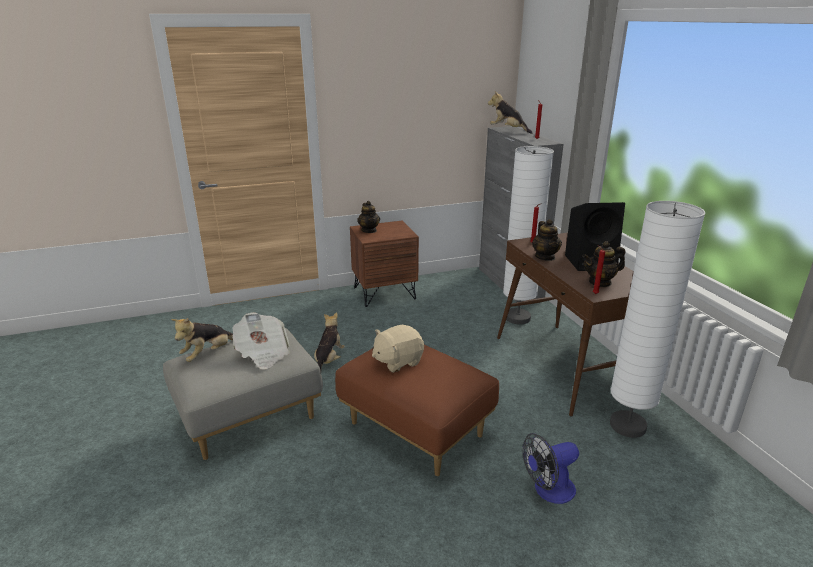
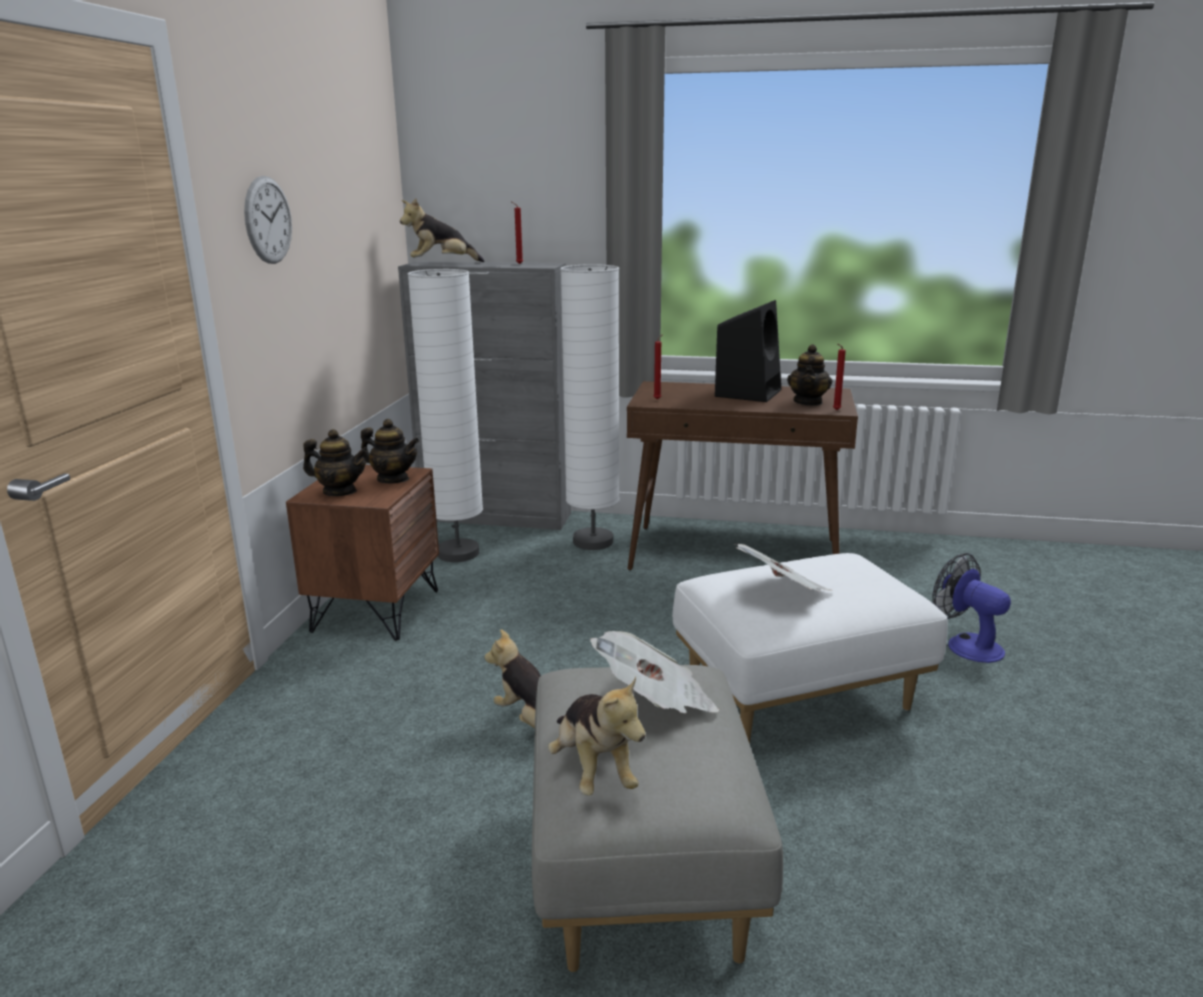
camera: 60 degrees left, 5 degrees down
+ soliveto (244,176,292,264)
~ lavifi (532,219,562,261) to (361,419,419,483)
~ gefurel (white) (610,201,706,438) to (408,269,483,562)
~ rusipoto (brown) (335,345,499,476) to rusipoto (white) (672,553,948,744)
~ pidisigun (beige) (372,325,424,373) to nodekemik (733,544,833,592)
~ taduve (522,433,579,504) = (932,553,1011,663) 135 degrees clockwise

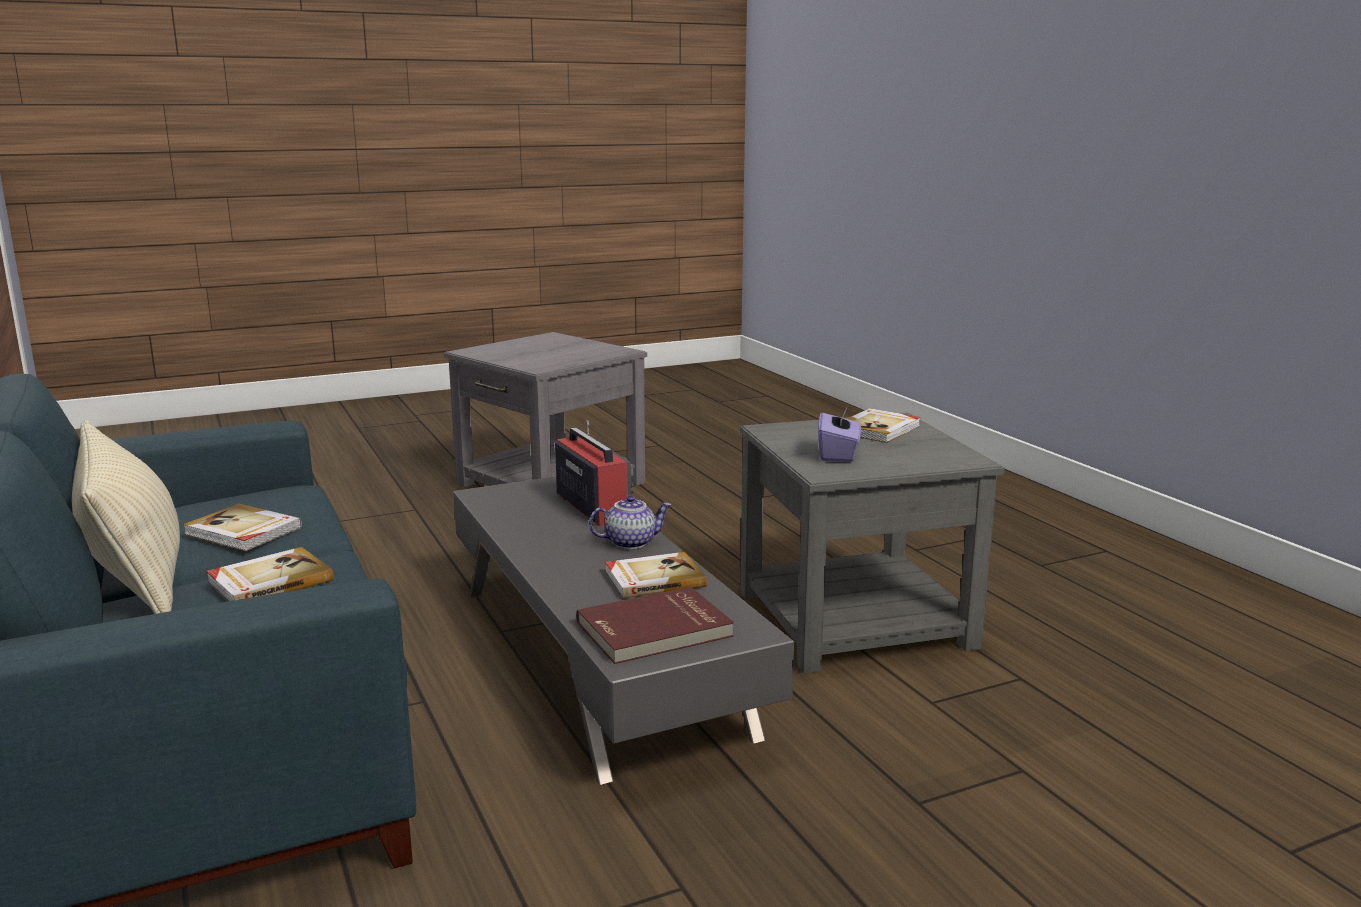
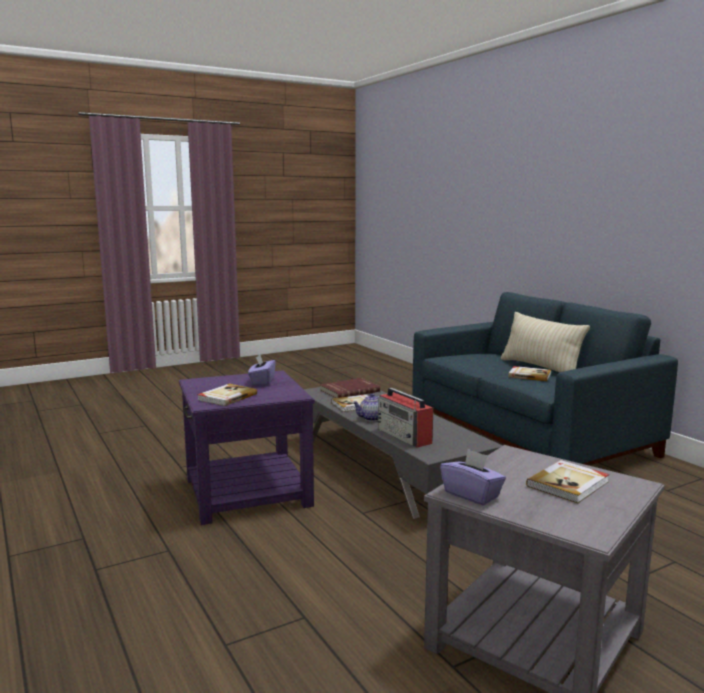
camera: 175 degrees right, 5 degrees down
~ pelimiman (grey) (740,413,1005,674) to pelimiman (purple) (179,370,315,525)
+ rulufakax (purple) (440,449,506,506)
~ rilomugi (206,547,334,601) to (526,460,609,503)

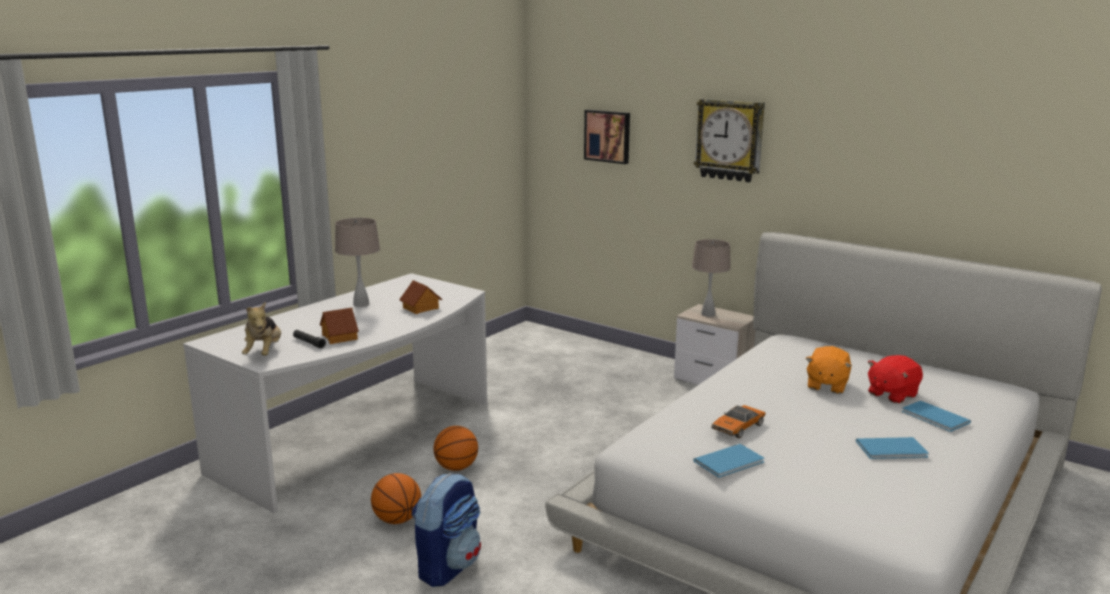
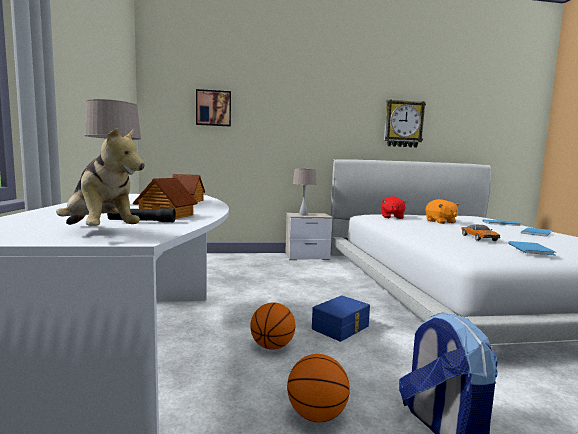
camera: 45 degrees left, 10 degrees down
+ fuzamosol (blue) (312,295,370,342)
~ pidisigun (red) (868,355,923,403) to (381,196,407,219)
~ soliveto (694,99,765,182) to (384,99,426,147)

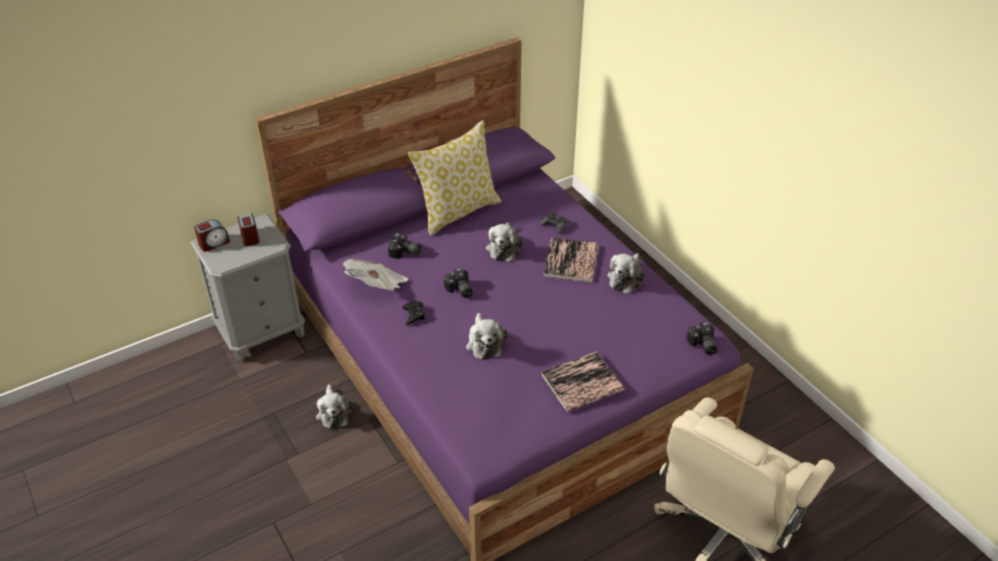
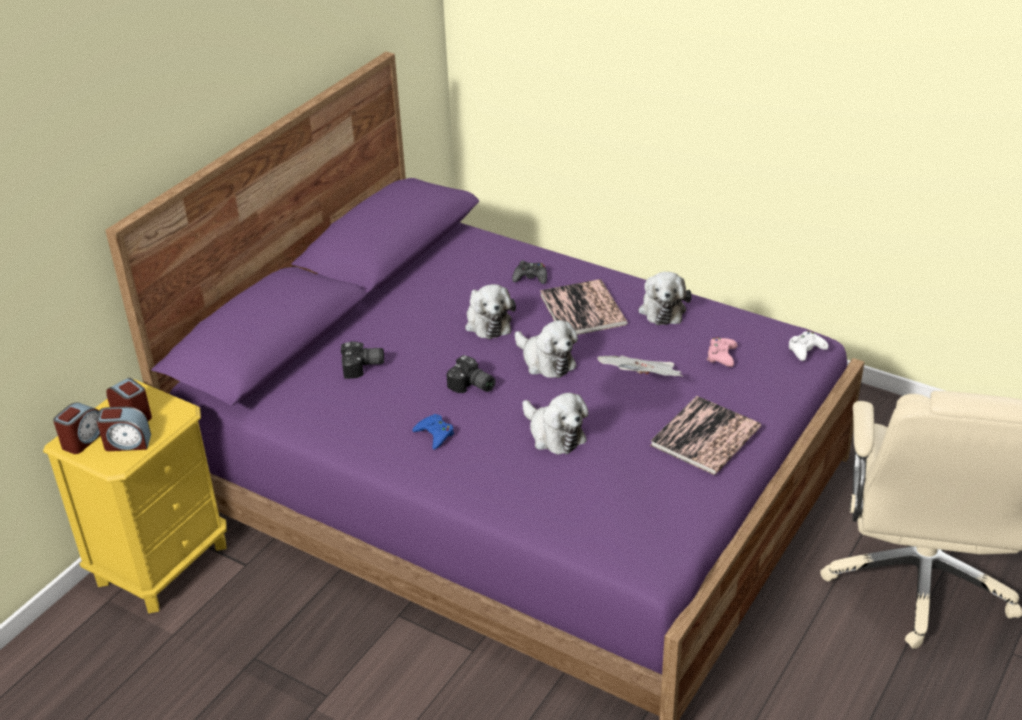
camera: 25 degrees left, 5 degrees down
~ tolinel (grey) (191,214,305,362) to tolinel (yellow) (43,379,227,613)
+ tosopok (96,407,151,451)
~ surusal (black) (402,301,425,325) to surusal (blue) (412,414,454,450)
~ pidisigun (316,384,353,429) to (515,320,578,378)
~ nodekemik (343,259,408,291) to (597,356,682,376)
+ surusal (pink) (707,337,737,367)
~ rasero (686,322,717,355) to surusal (white) (788,331,829,361)
- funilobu (407,120,502,236)

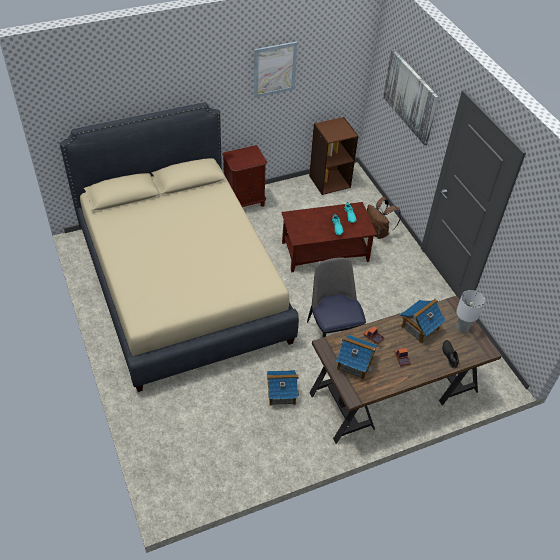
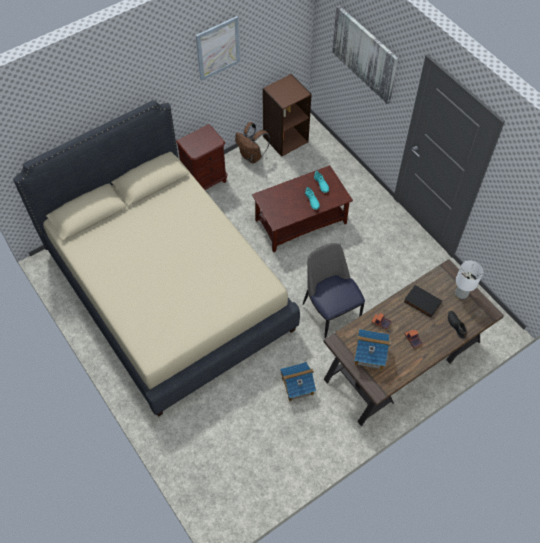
camera: 10 degrees left, 10 degrees up
~ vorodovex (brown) (366,197,401,239) to (235,122,270,163)
~ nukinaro (400,299,446,344) to rilomugi (black) (404,285,442,318)

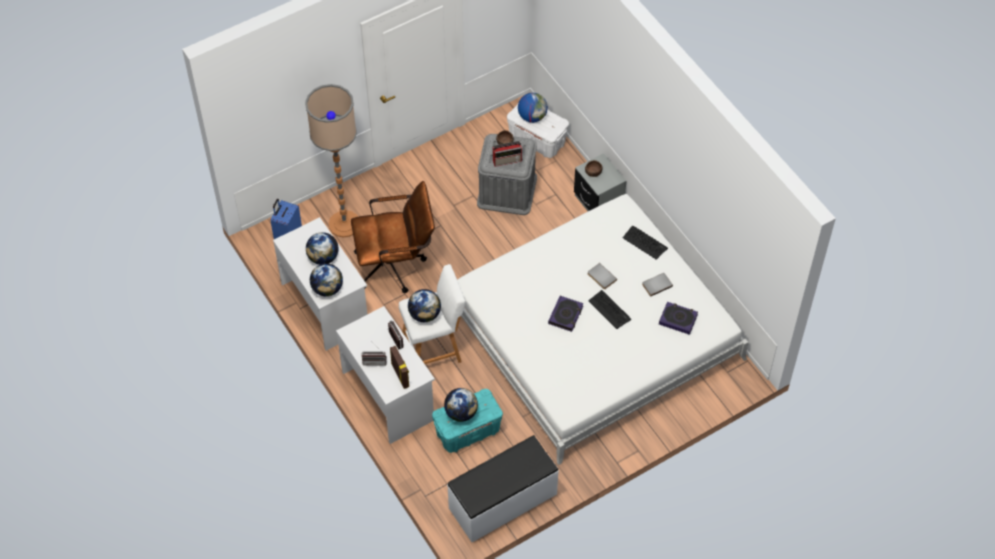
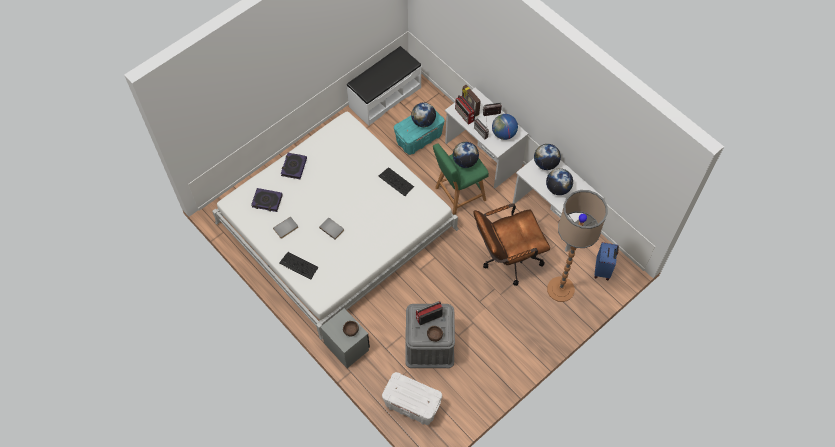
camera: 170 degrees right, 5 degrees up
~ rilomugi (548,296,583,332) to (281,153,307,179)
~ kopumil (588,290,631,329) to (379,167,414,196)
~ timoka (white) (399,264,465,364) to timoka (green) (433,144,489,215)
+ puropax (455,95,476,125)
~ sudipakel (518,93,548,123) to (492,114,518,140)

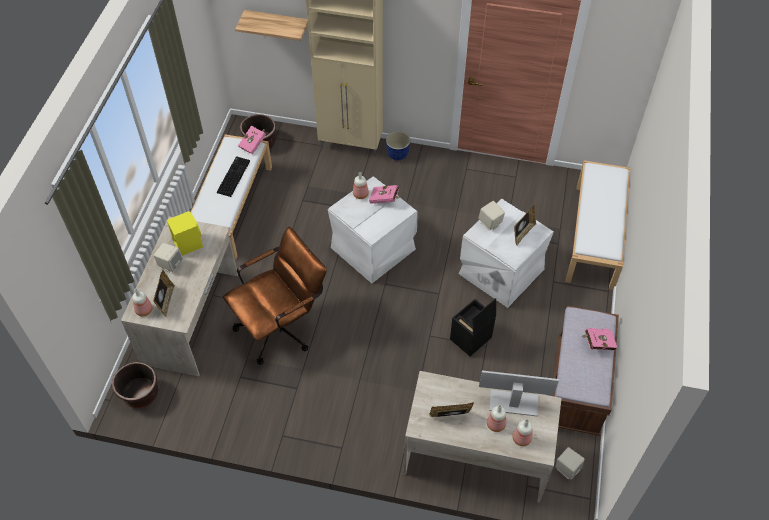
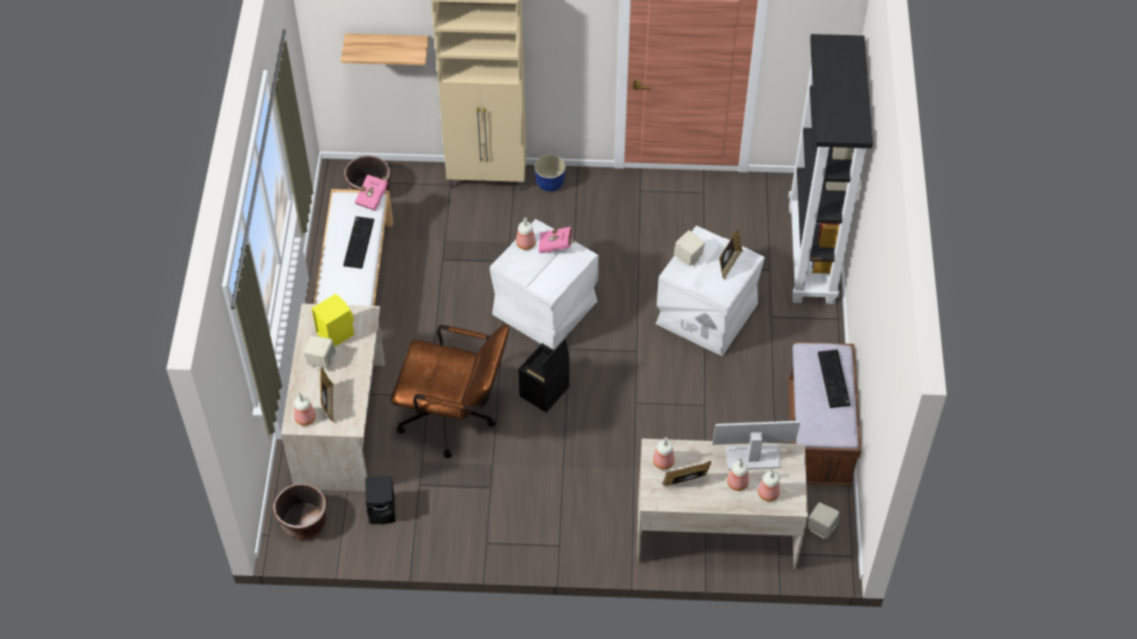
camera: 10 degrees left, 0 degrees up
+ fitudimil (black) (365,476,395,524)
~ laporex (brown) (223,227,327,365) = (391,324,509,458) 60 degrees clockwise
~ fuzamosol (black) (450,298,496,356) to (518,338,569,413)
+ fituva (653,437,675,470)
~ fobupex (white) (565,160,630,290) to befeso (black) (788,34,873,304)
~ rilomugi (pink) (582,328,618,350) to kopumil (818,349,850,408)

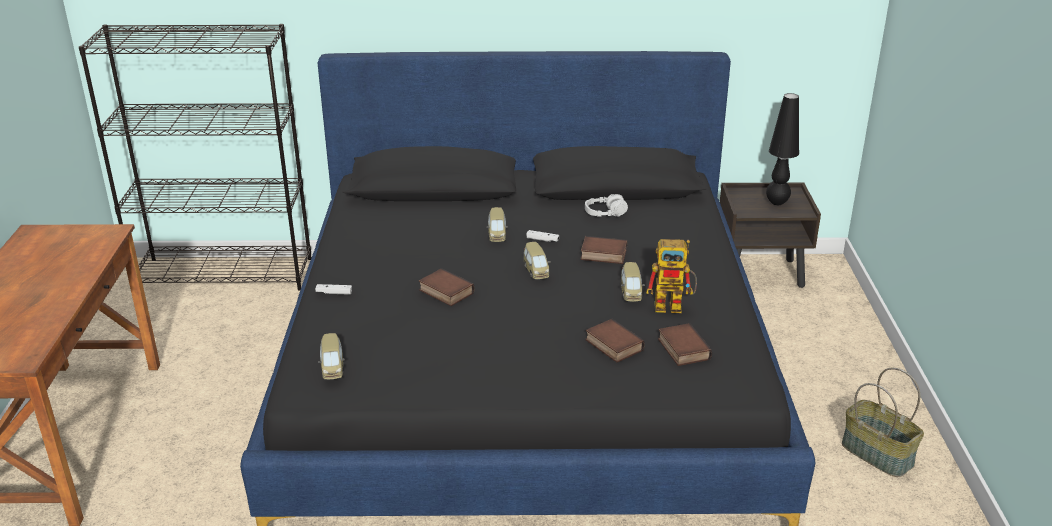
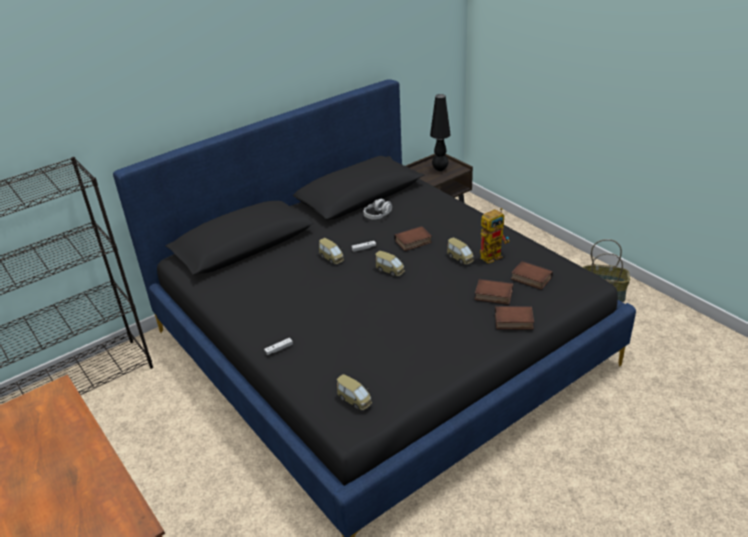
camera: 35 degrees left, 5 degrees up
~ rilomugi (419,268,475,306) to (495,306,534,330)

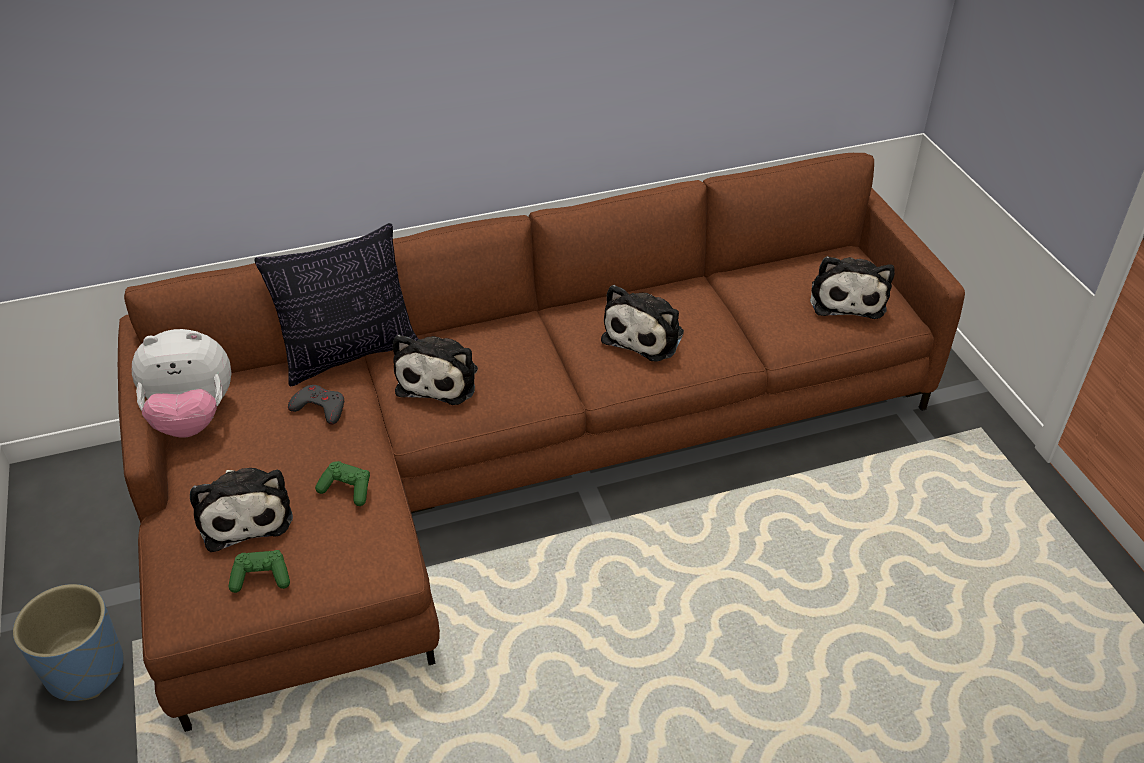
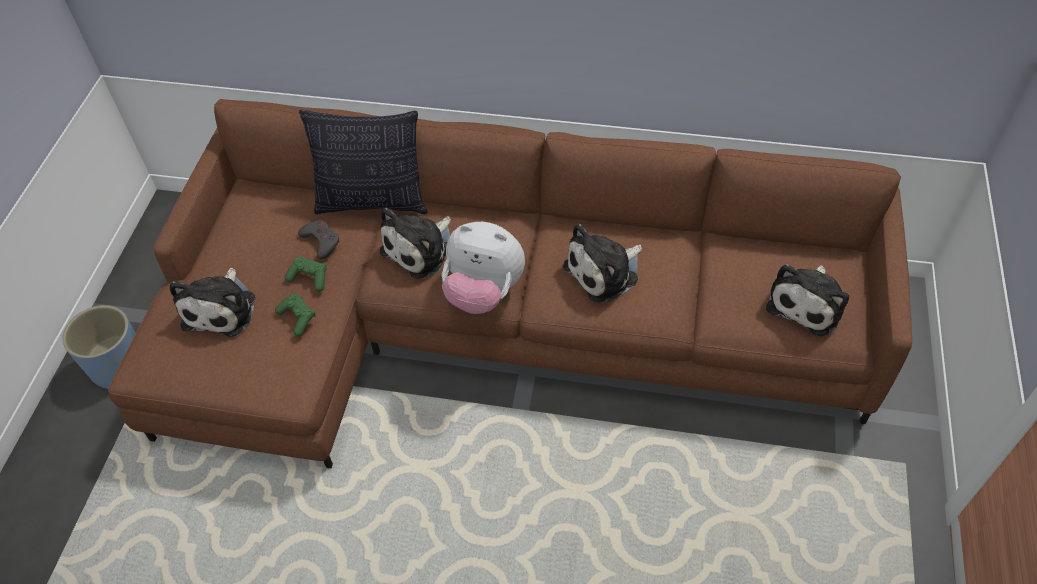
camera: 30 degrees right, 10 degrees up
~ surusal (green) (229,550,290,593) to (285,257,327,292)
~ pidisigun (132,329,231,438) to (442,222,525,314)

